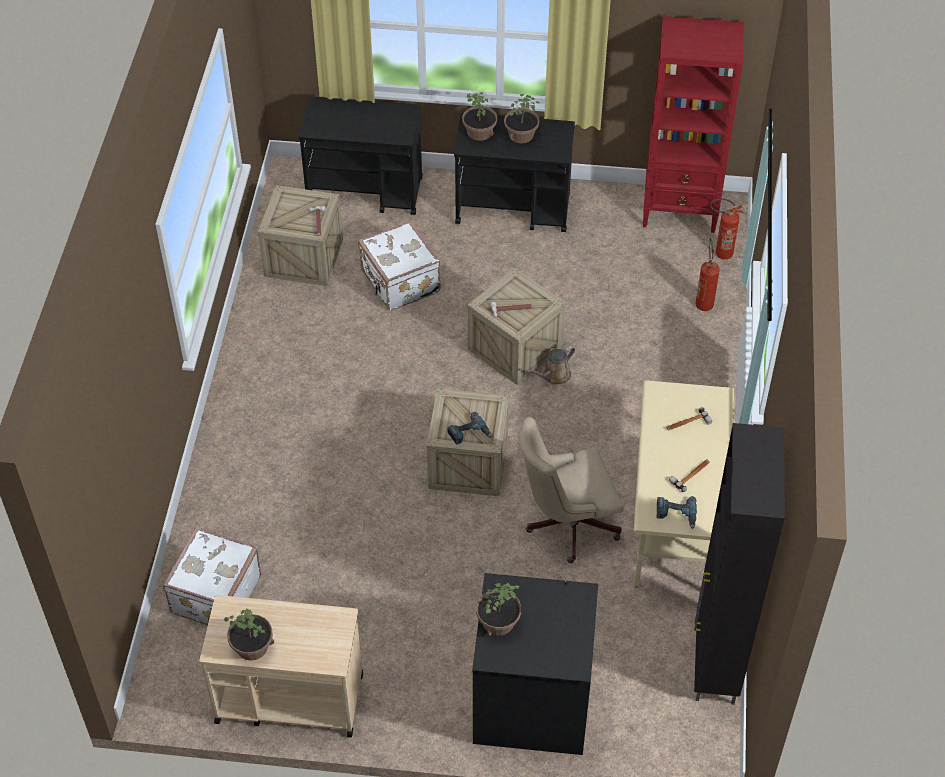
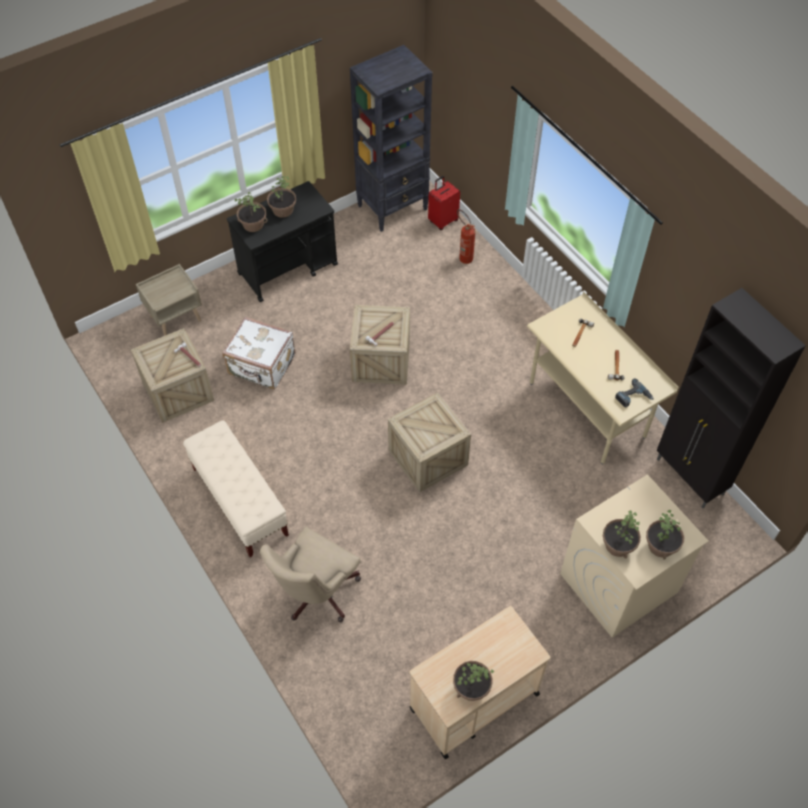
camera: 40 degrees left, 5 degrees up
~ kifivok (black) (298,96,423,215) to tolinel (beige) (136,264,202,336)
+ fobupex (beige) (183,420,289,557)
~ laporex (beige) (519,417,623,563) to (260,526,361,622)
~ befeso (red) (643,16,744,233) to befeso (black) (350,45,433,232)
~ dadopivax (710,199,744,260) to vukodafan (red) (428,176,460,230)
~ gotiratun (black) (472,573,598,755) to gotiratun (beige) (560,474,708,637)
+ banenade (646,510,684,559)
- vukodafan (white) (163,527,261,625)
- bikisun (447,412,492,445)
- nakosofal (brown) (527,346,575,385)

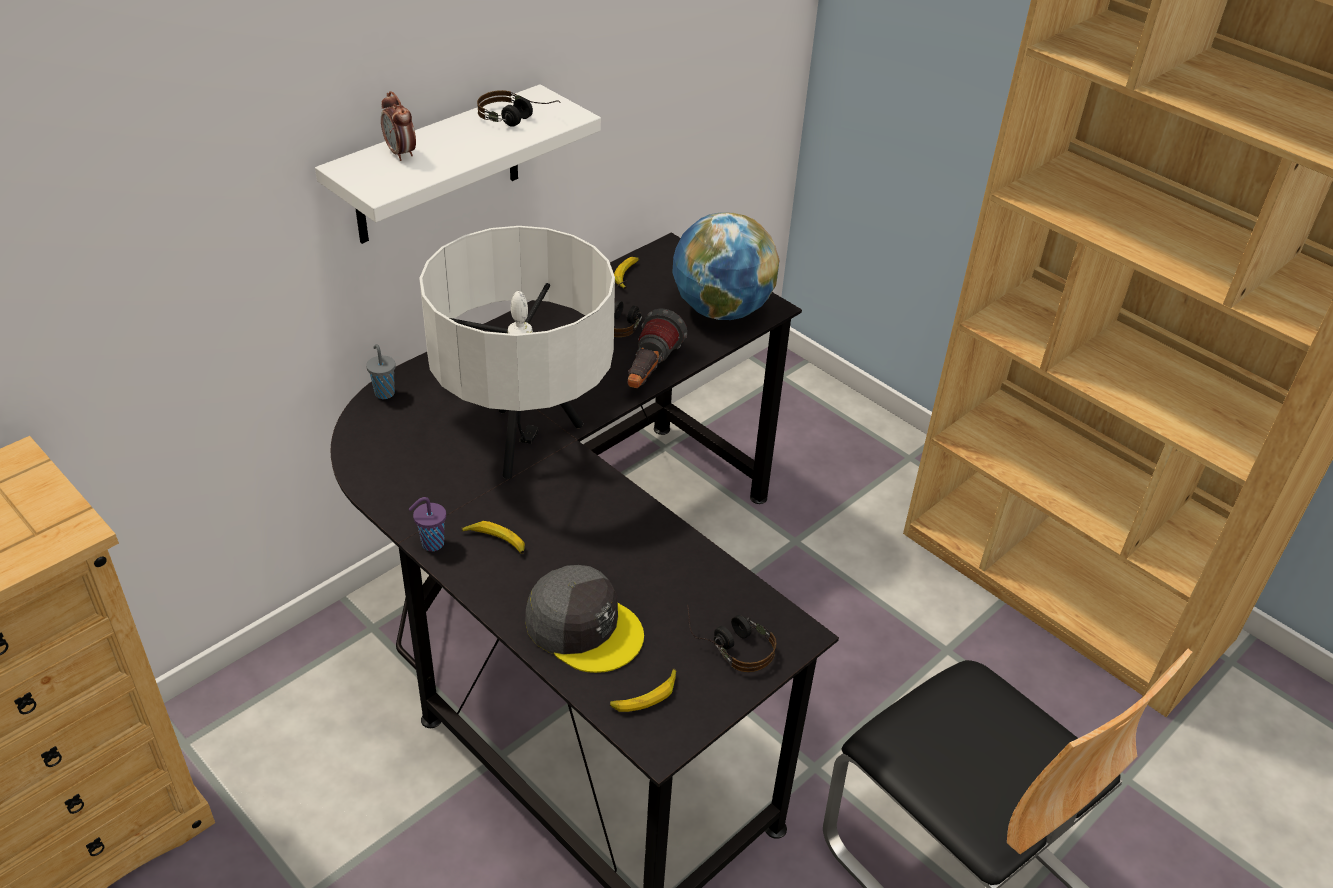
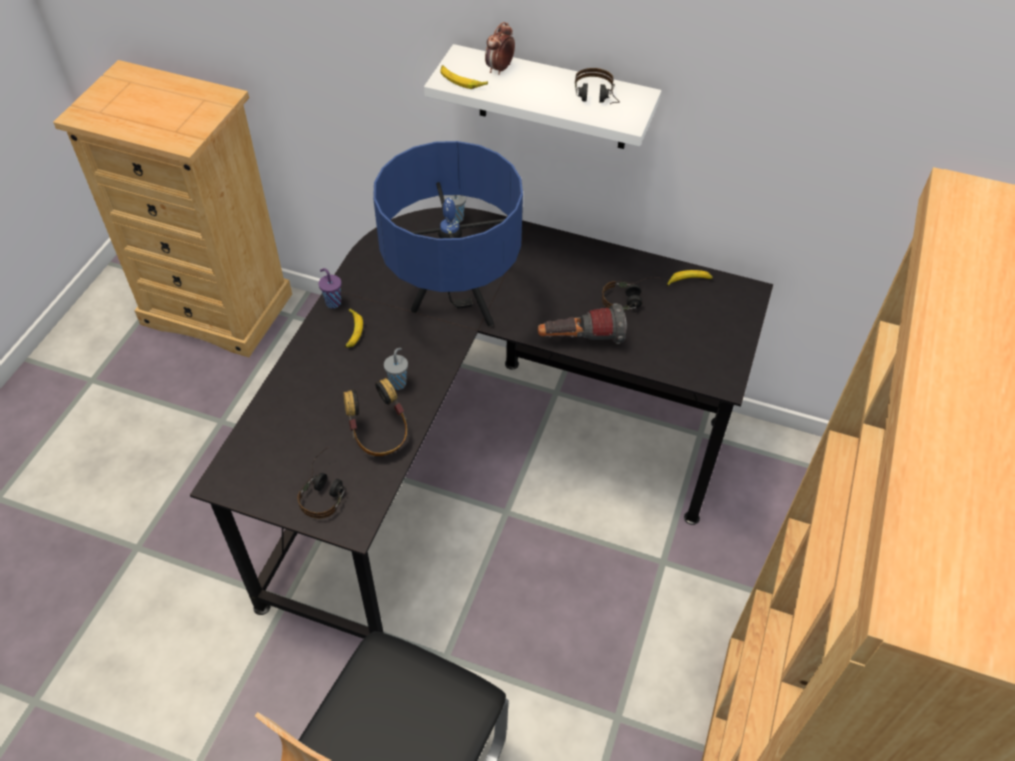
camera: 65 degrees right, 10 degrees up
+ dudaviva (343,378,407,456)
~ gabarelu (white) (419,226,615,479) to gabarelu (blue) (373,141,523,326)
+ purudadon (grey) (384,348,408,390)
~ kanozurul (610,668,677,712) to (440,65,488,89)
- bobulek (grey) (525,565,644,673)
- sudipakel (672,212,779,320)

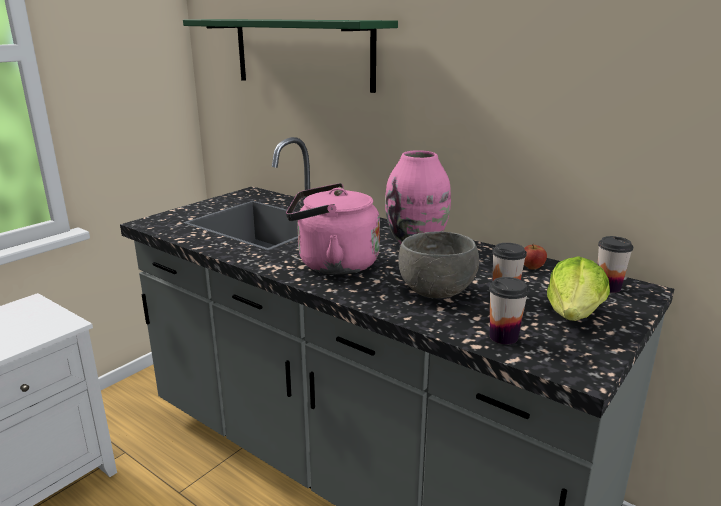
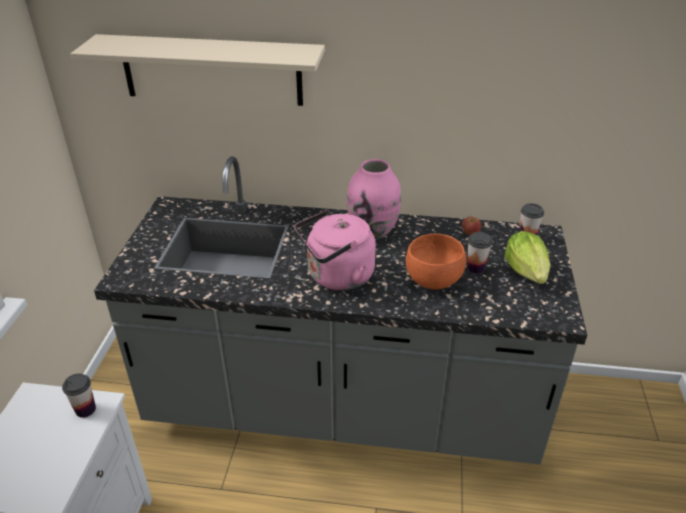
camera: 30 degrees left, 15 degrees up
~ purudadon (489,277,529,344) to (62,373,96,418)
~ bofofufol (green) (183,19,398,93) to bofofufol (beige) (71,34,325,106)
~ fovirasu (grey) (399,231,479,298) to fovirasu (orange) (406,234,466,290)

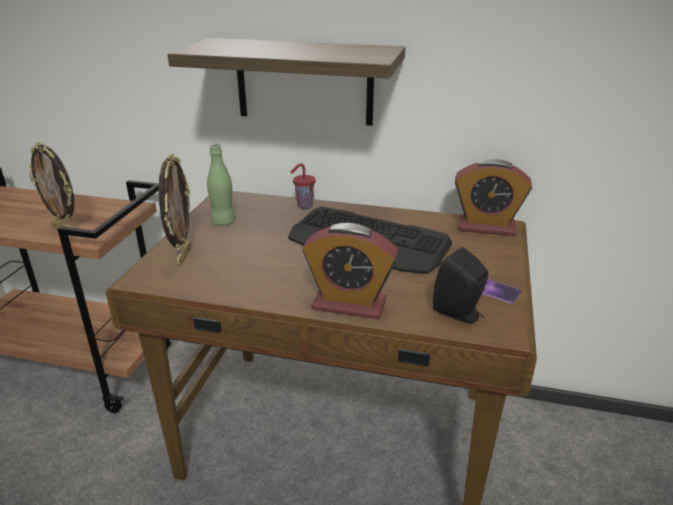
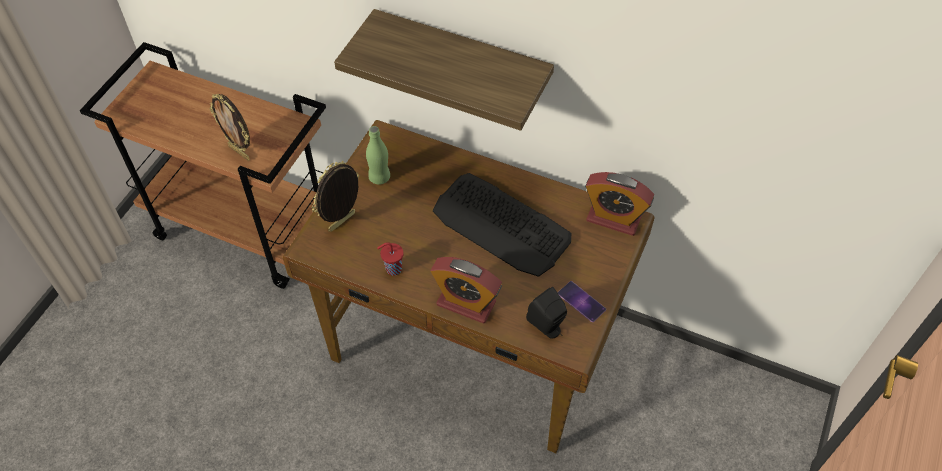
camera: 10 degrees right, 25 degrees up
~ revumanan (159,153,191,266) = (312,161,359,232) 150 degrees counterclockwise
~ purudadon (red) (290,164,316,209) to (377,242,403,276)

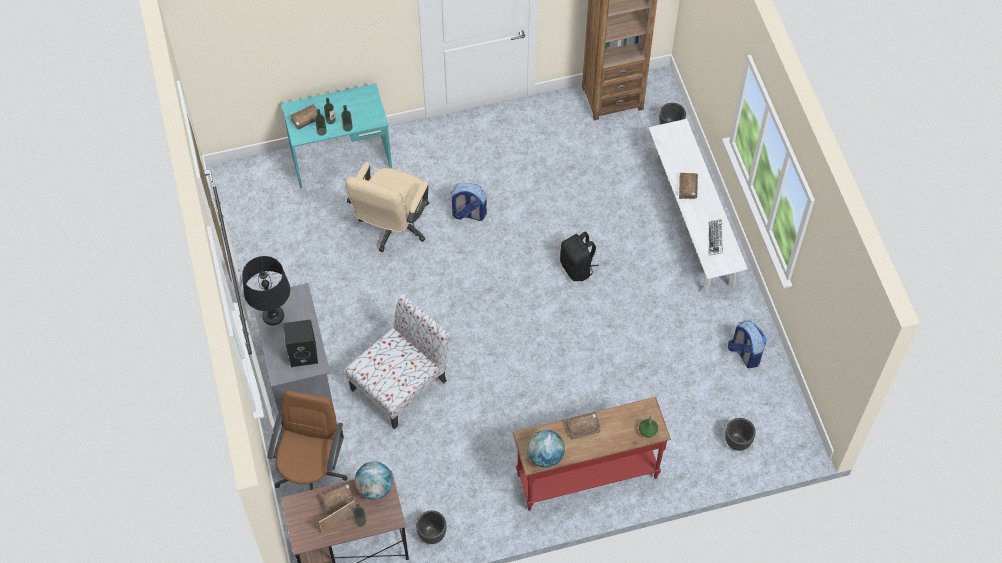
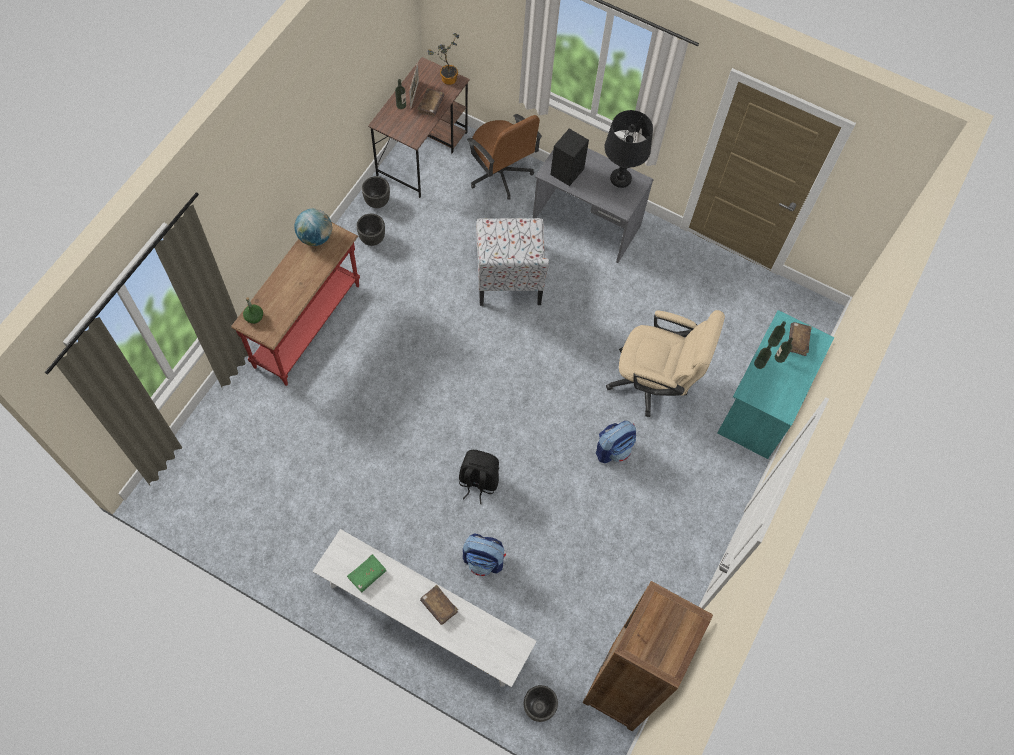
camera: 130 degrees right, 5 degrees up
~ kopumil (708,219,723,255) to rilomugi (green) (347,554,386,593)
~ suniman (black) (725,418,756,451) to (357,214,385,246)
+ banenade (428,33,459,85)
~ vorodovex (728,320,767,368) to (463,533,506,576)
~ laporex (beige) (345,162,429,252) = (606,310,725,417) 135 degrees clockwise
- sudipakel (355,461,393,500)
- rilomugi (brown) (566,412,601,440)

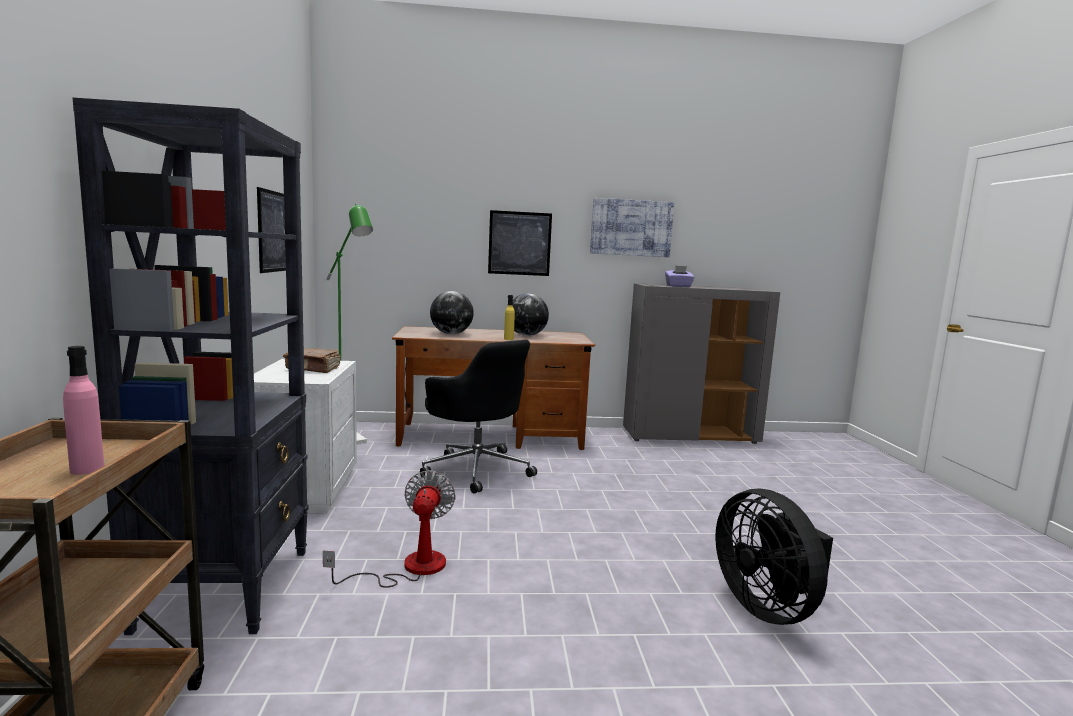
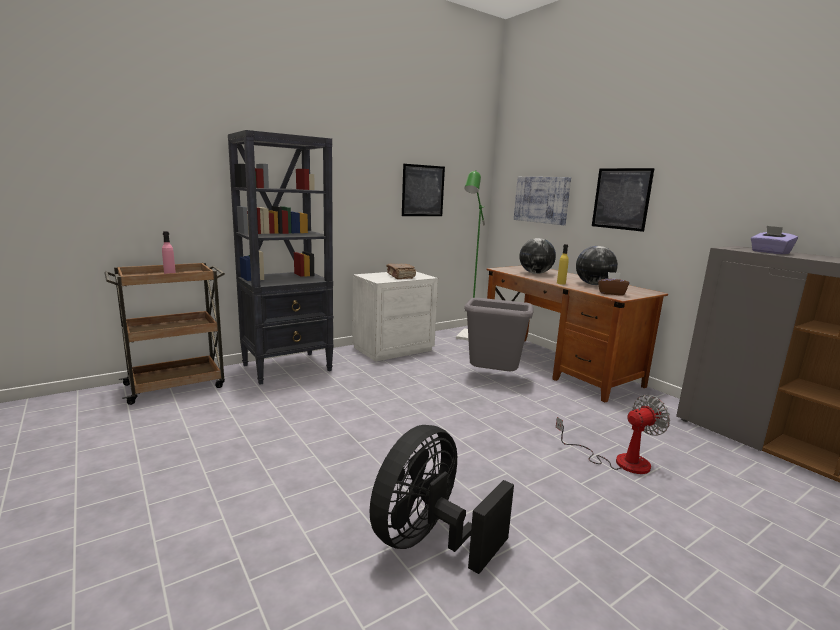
camera: 60 degrees right, 5 degrees up
~ laporex (black) (420,340,537,494) to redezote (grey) (464,298,534,371)
~ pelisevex (590,198,674,257) to (514,177,571,225)
~ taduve (323,470,456,588) to (556,395,670,474)
+ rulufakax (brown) (598,272,629,296)

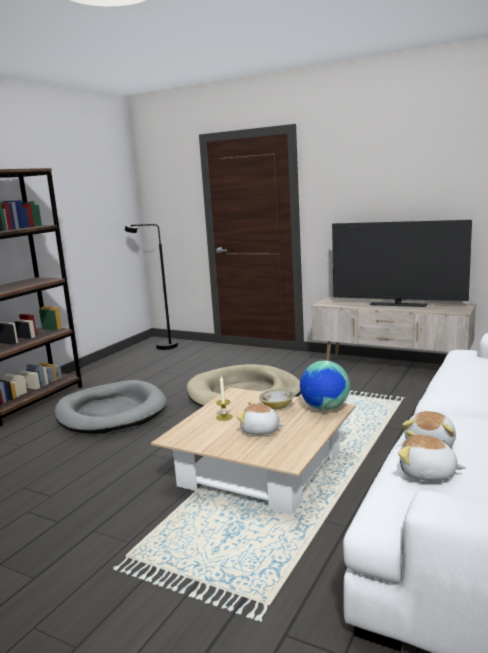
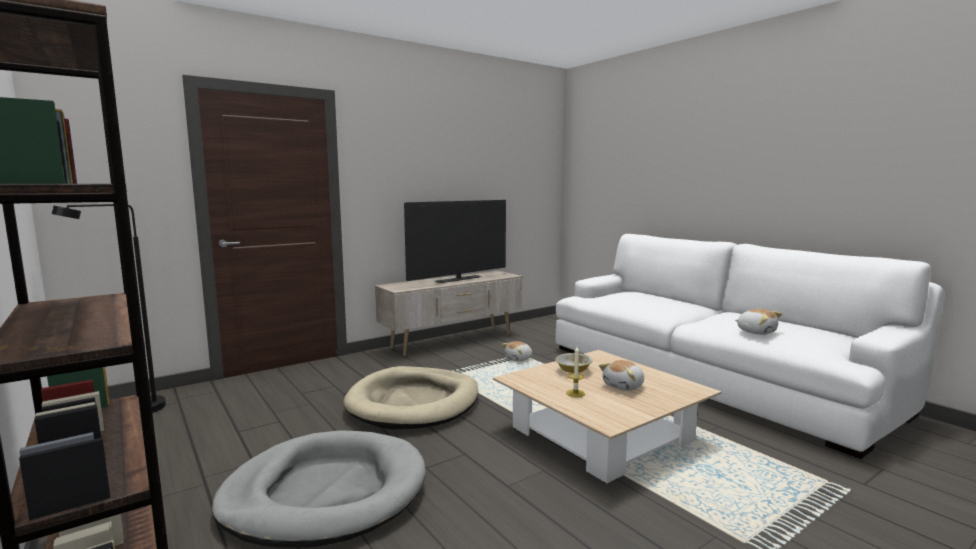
camera: 65 degrees left, 5 degrees down
~ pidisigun (398,430,466,481) to (502,341,532,362)
- sudipakel (300,360,350,411)

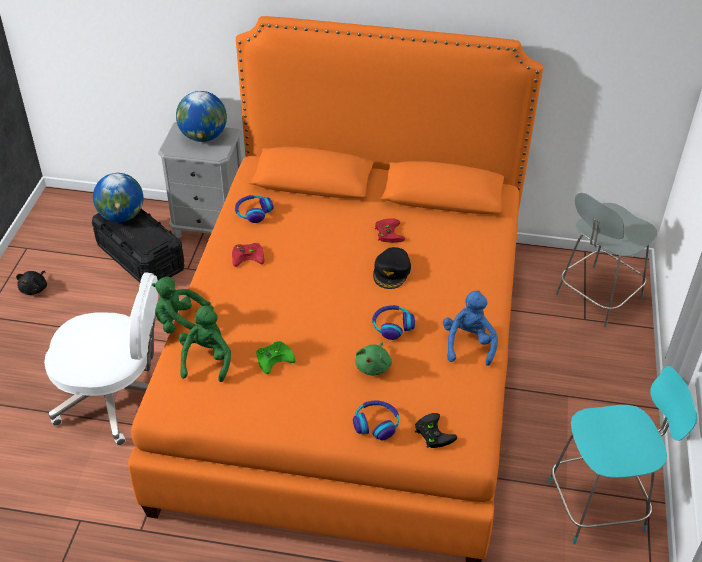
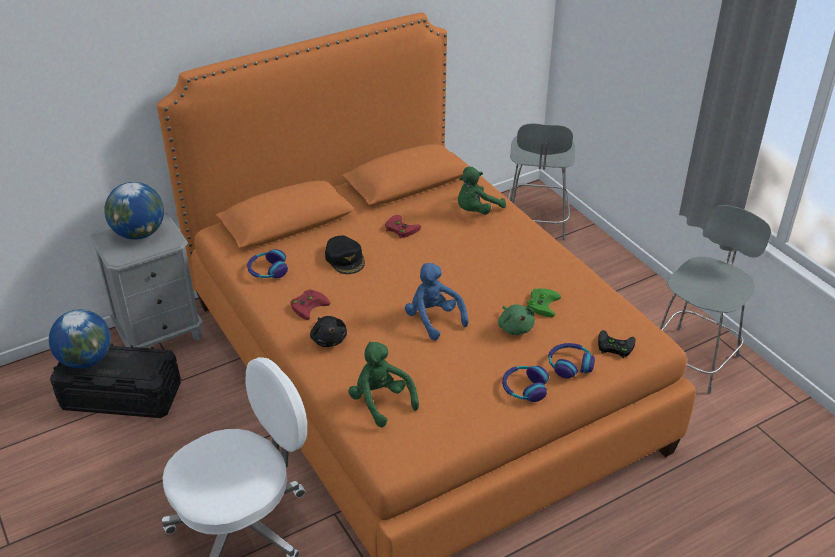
camera: 40 degrees left, 5 degrees down
~ pidisigun (black) (16,271,47,295) to (310,316,347,347)
~ bobulek (black) (373,247,411,289) to (325,236,365,274)
~ pidisigun (blue) (443,290,498,366) to (405,263,468,341)
~ pidisigun (green) (152,277,211,334) to (458,167,506,215)
~ dudaviva (372,305,415,340) to (502,366,549,402)
~ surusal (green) (256,341,296,374) to (526,289,561,317)
~ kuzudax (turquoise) (548,366,697,544) to kuzudax (grey) (660,205,771,394)

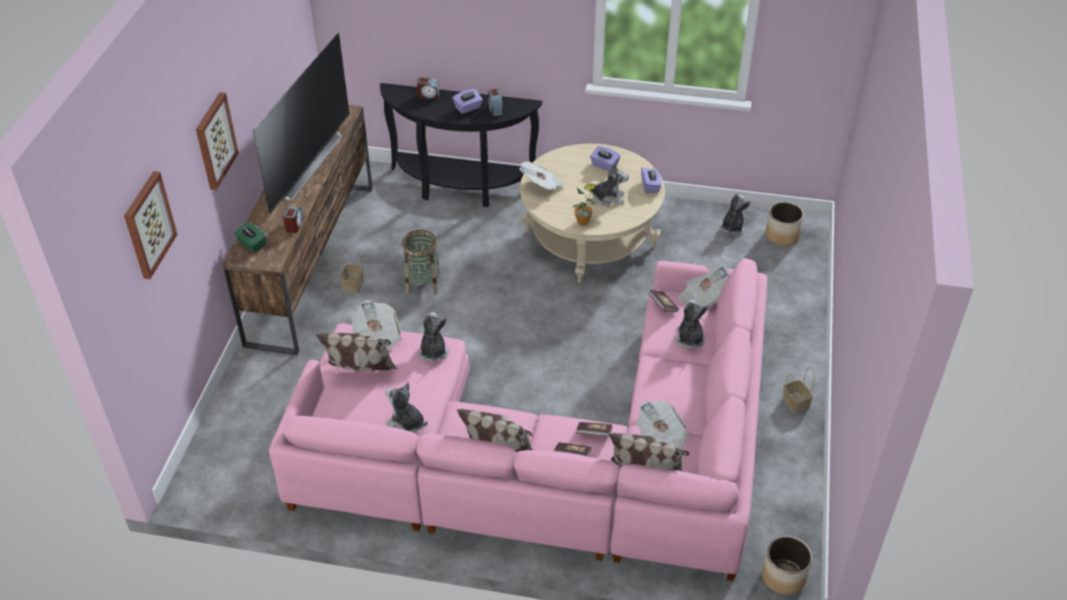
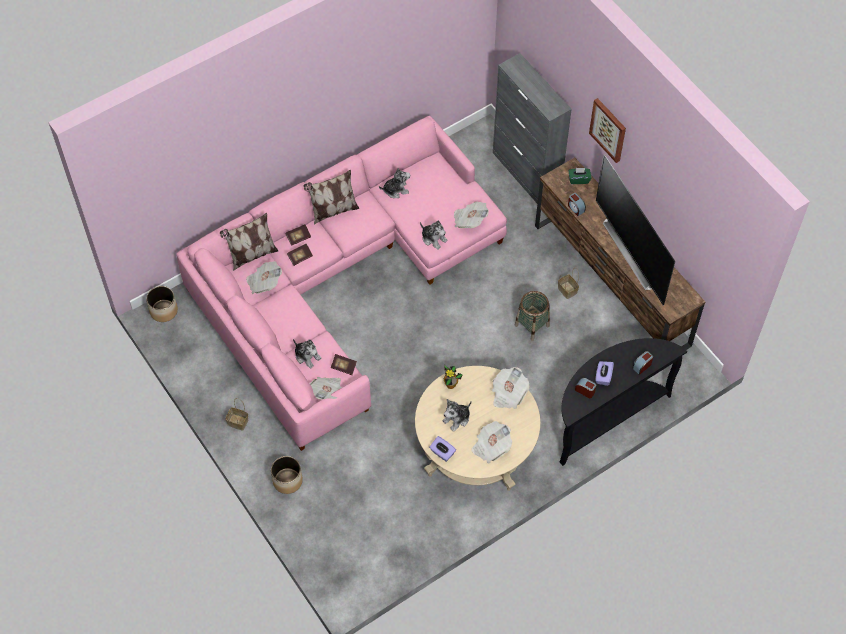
camera: 135 degrees right, 15 degrees up
~ suniman (765,202,804,246) to (271,456,303,494)
~ rulufakax (purple) (590,146,620,171) to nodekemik (471,421,512,463)
+ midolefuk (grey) (493,53,572,203)
- pelisevex (124,171,178,279)
- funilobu (316,333,398,372)
- pidisigun (720,194,751,236)

